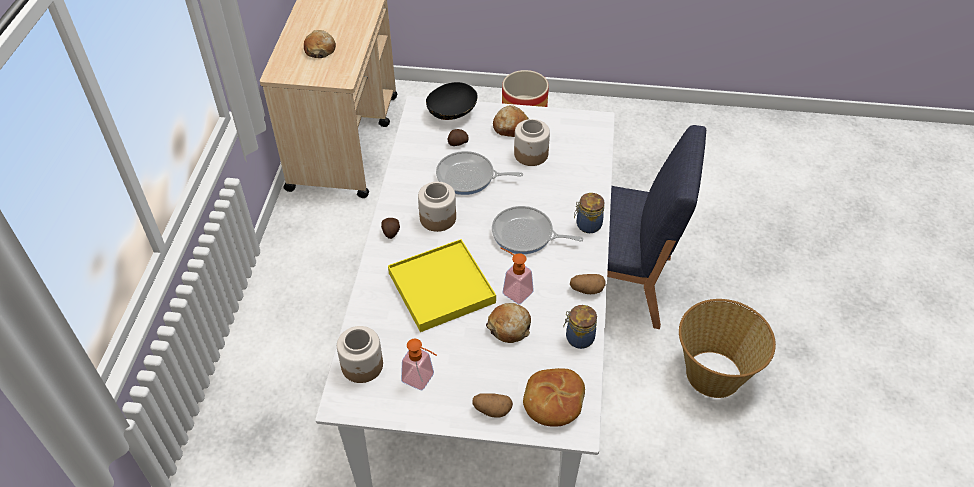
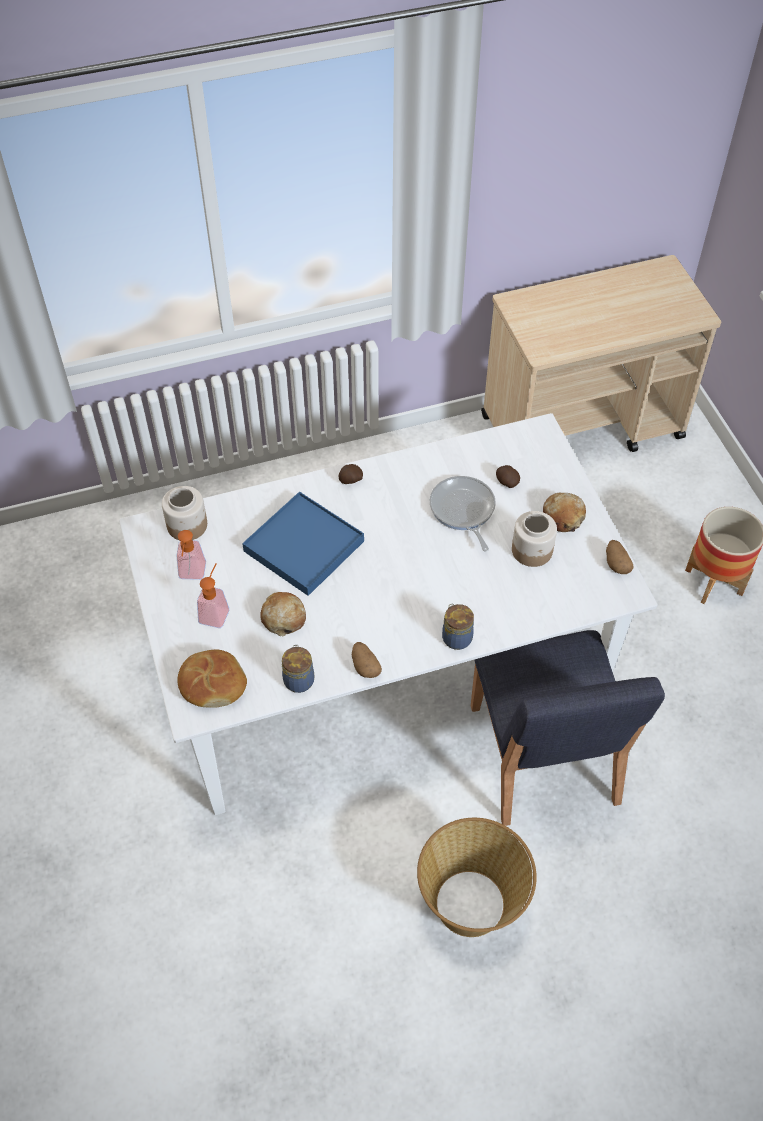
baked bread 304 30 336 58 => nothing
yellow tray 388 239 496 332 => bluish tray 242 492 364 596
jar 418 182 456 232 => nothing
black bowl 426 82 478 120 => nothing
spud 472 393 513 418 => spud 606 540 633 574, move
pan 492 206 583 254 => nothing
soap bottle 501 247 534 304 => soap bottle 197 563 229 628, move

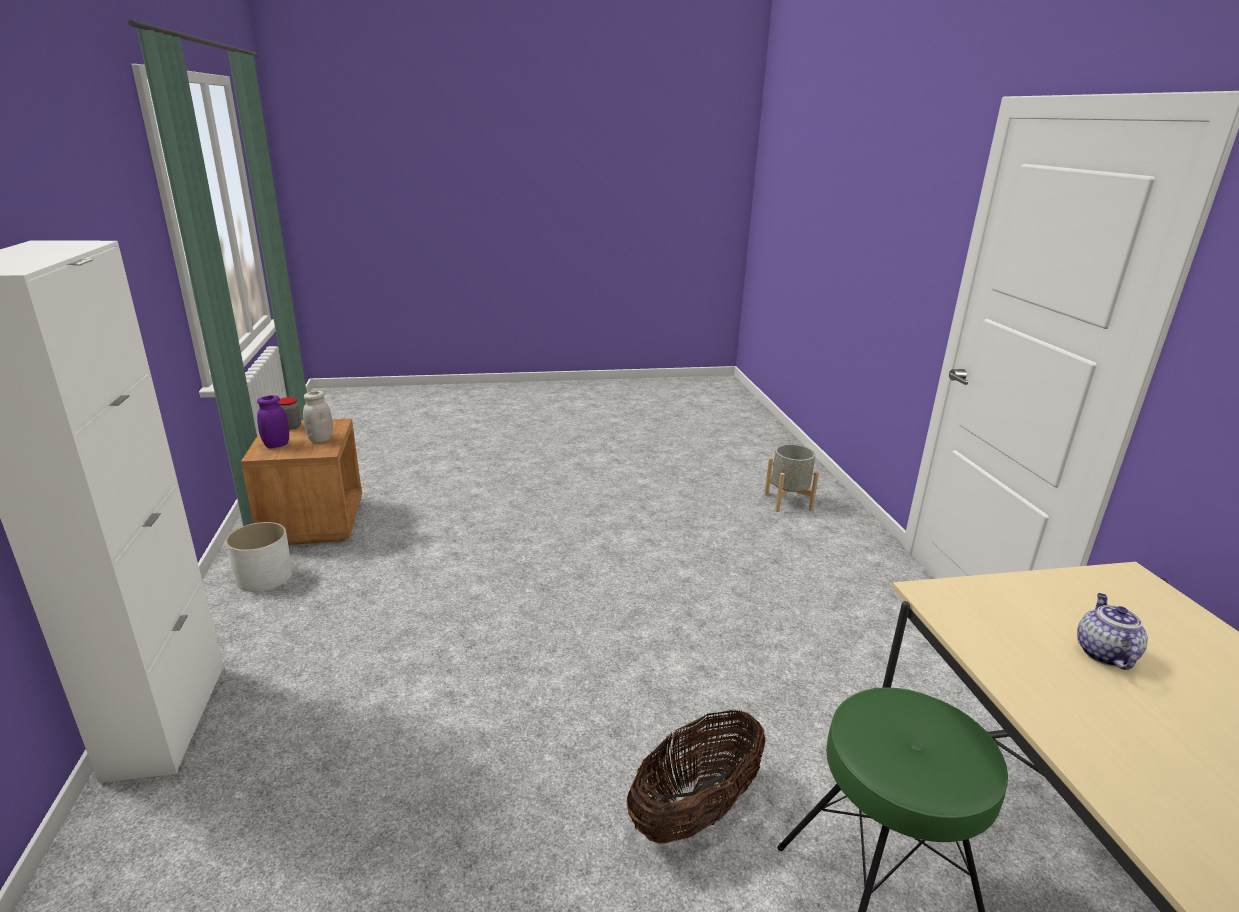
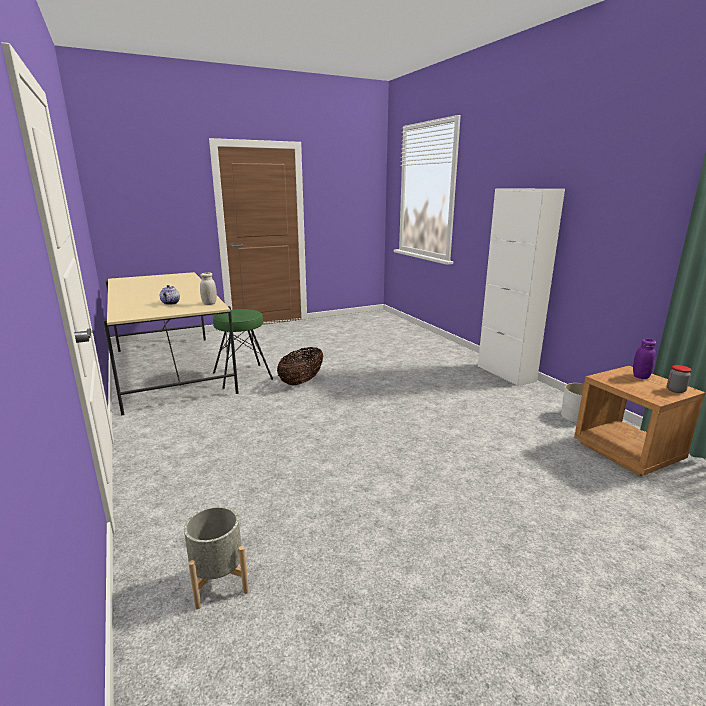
white jar 303 391 333 443 => white jar 200 272 217 305, move

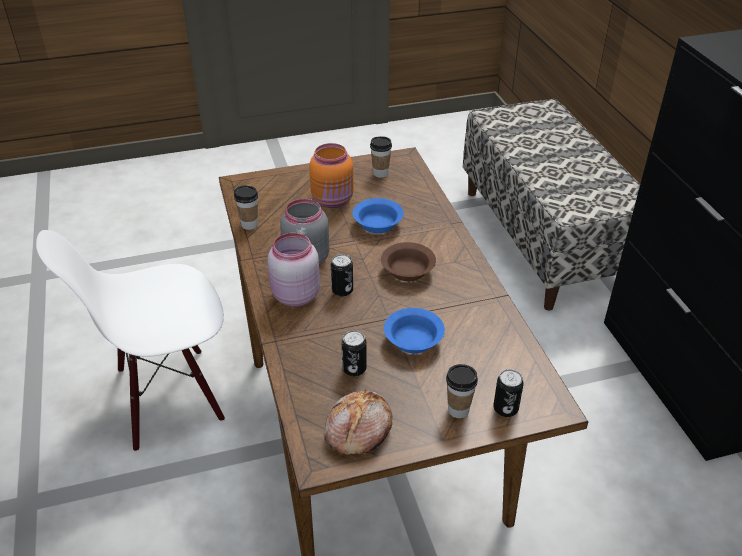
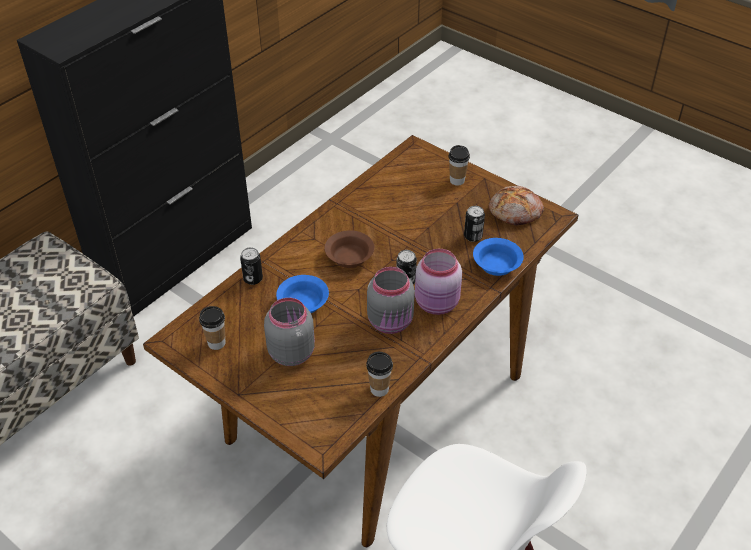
orange jar 309 143 353 208 => grey jar 264 298 315 366
bluish bowl 384 308 445 353 => bluish bowl 473 238 524 276, move
can 493 369 524 417 => can 240 248 263 285, move

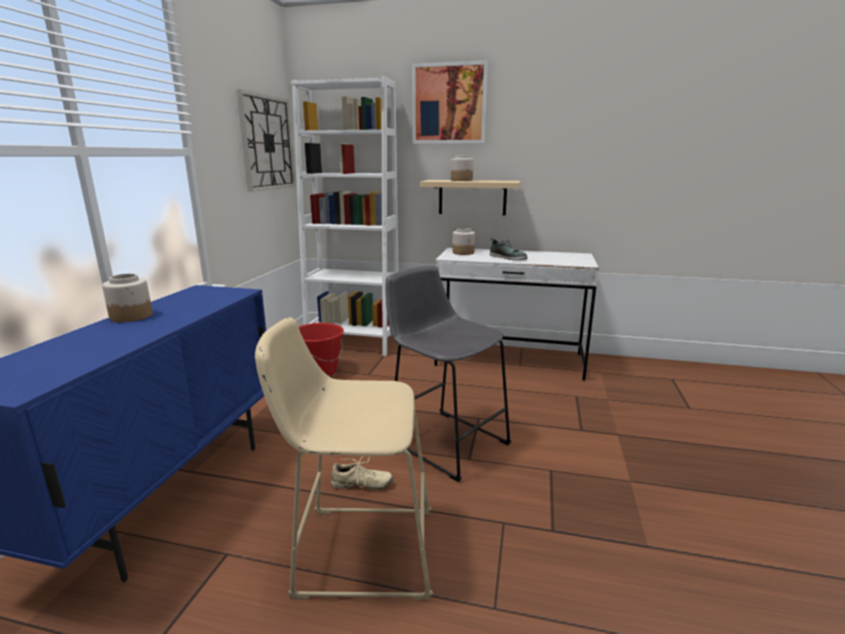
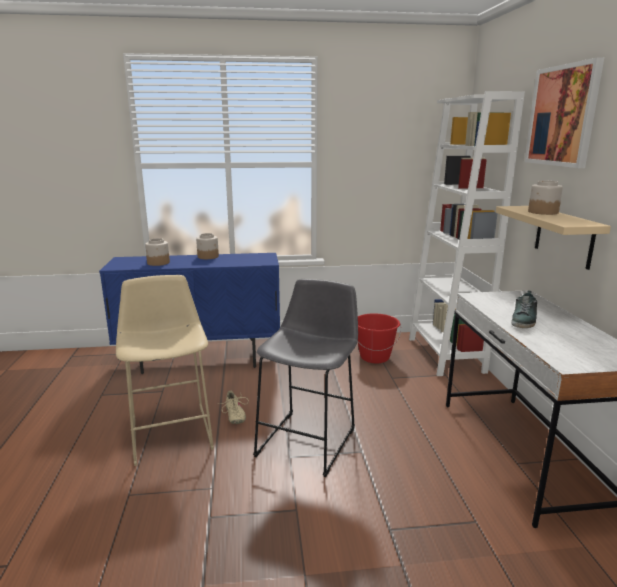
wall clock 236 89 296 192 => nothing
jar 452 228 475 255 => jar 145 238 170 266, move

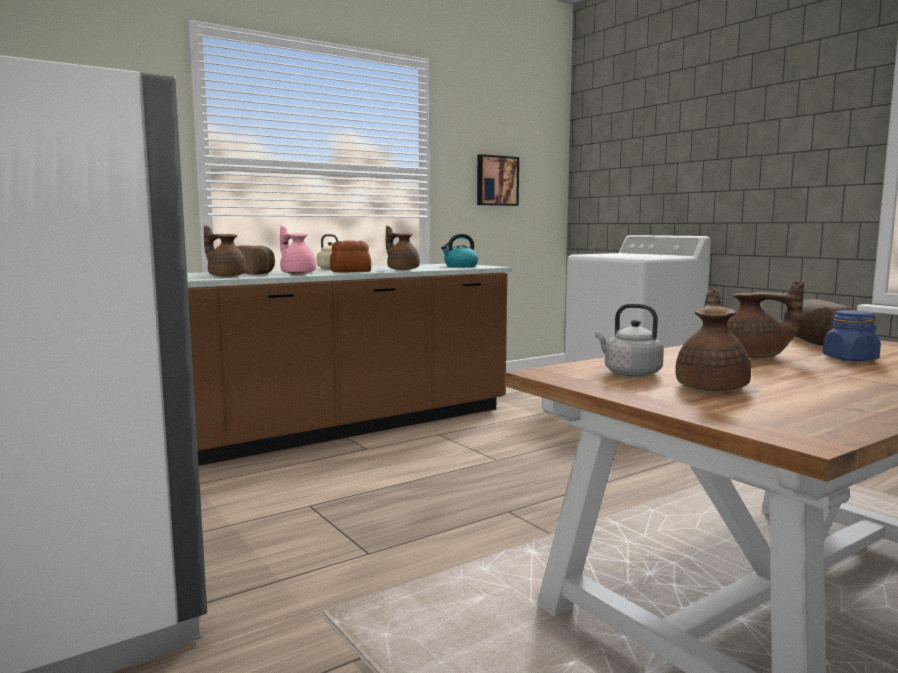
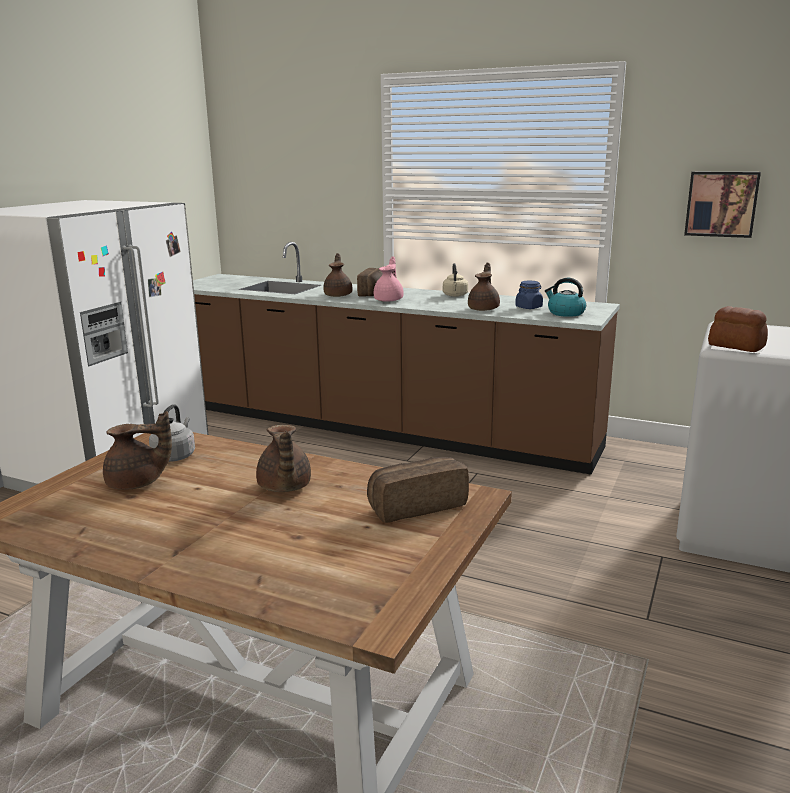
baked bread 330 241 371 272 => baked bread 708 306 768 352, move
bluish jar 823 310 881 361 => bluish jar 515 281 543 309, move

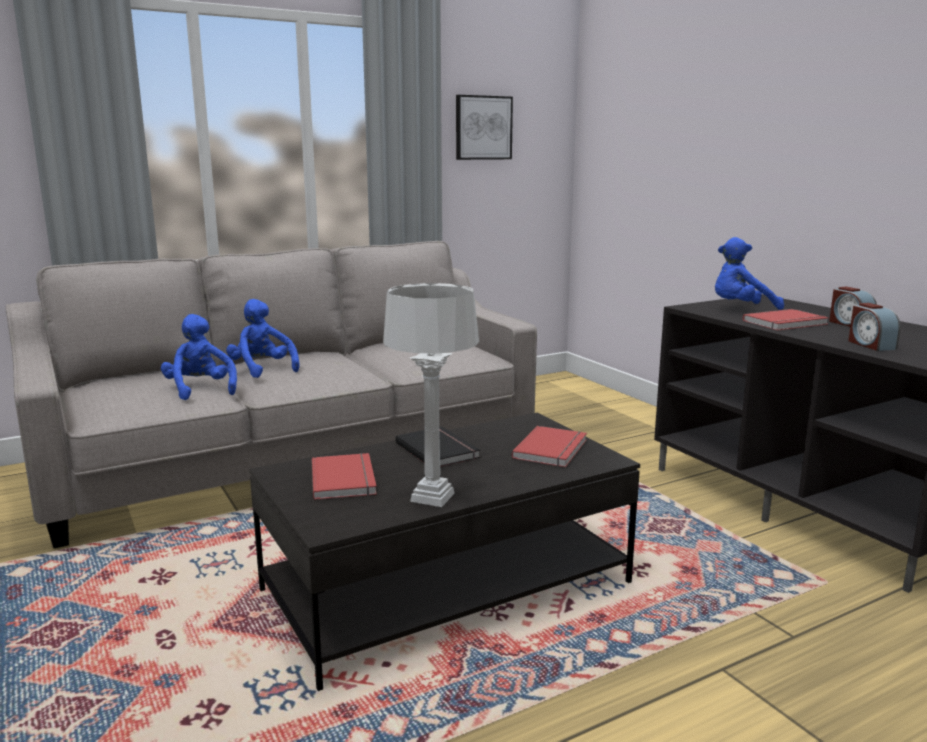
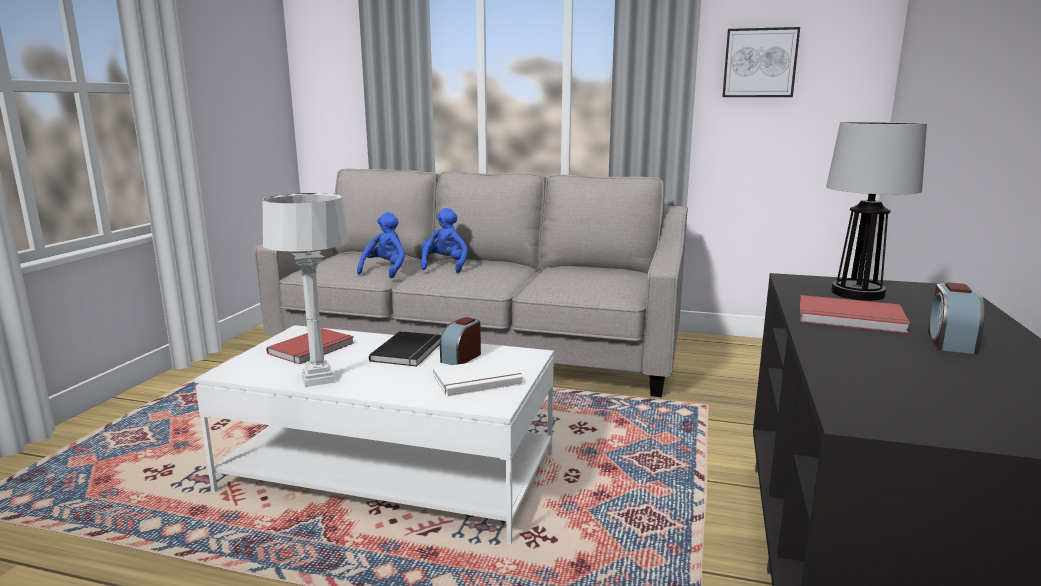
black lounge table 249 413 640 691 => white lounge table 194 325 554 544
red volume 512 426 587 467 => white volume 433 358 523 396
bluish soft toy 715 237 784 310 => lamp for a table 826 122 927 301
alarm clock 848 303 900 351 => alarm clock 440 317 481 365, move

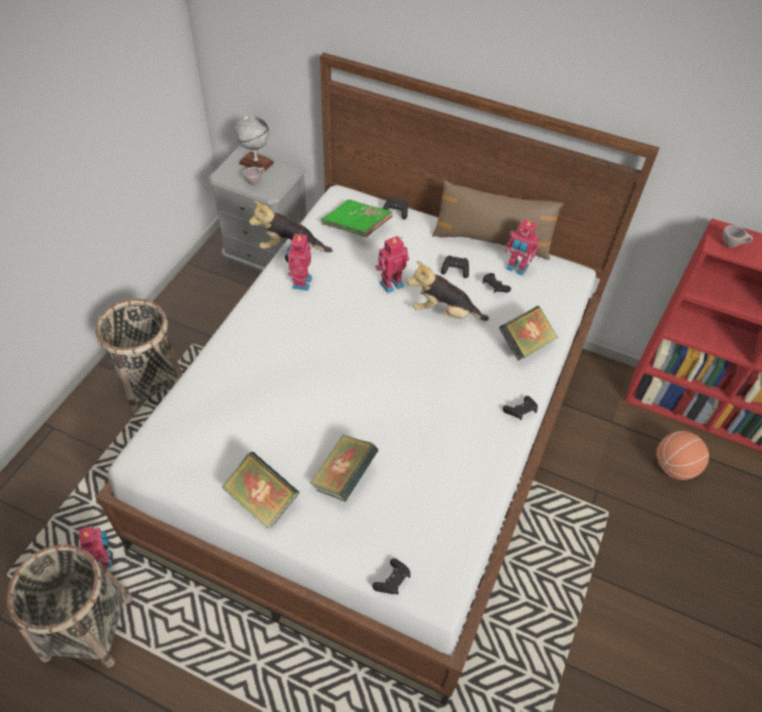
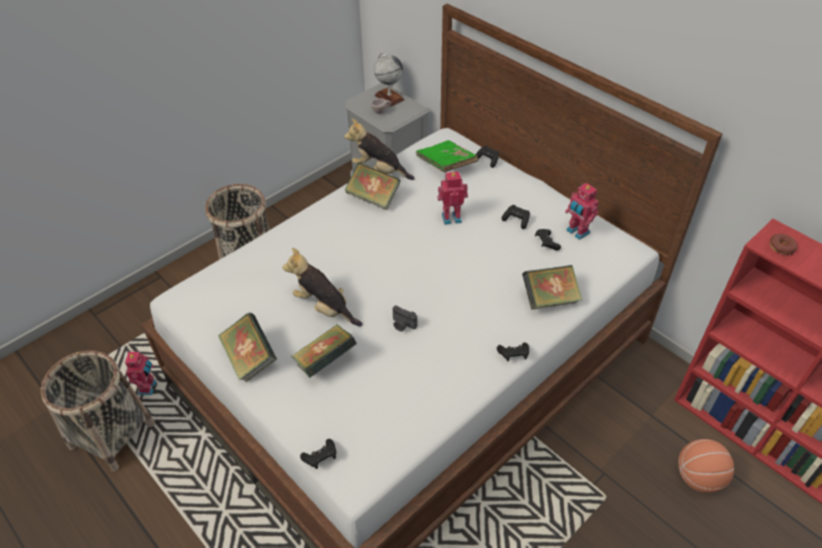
model robot 285 232 312 291 => volume 345 162 400 210
soft toy 407 261 489 321 => soft toy 282 248 363 326, move
brown-coloured throw pillow 432 180 563 260 => nothing
sand-coloured cup 723 225 753 248 => ring doughnut 770 234 797 255
nothing => still camera 393 306 417 332

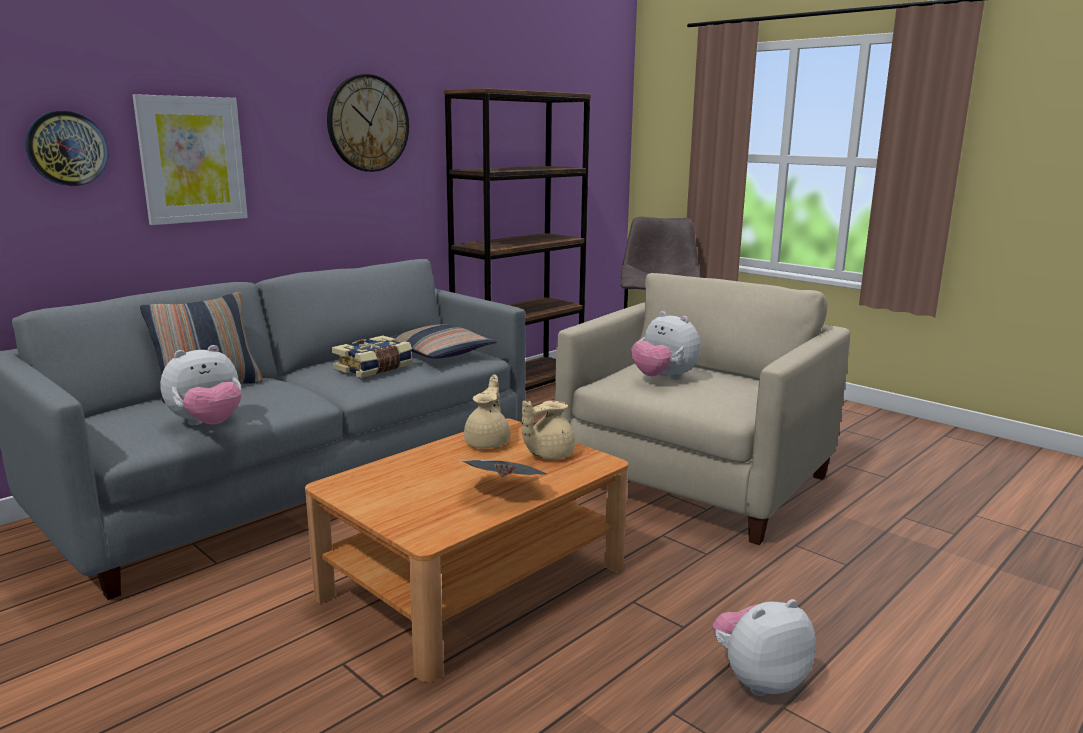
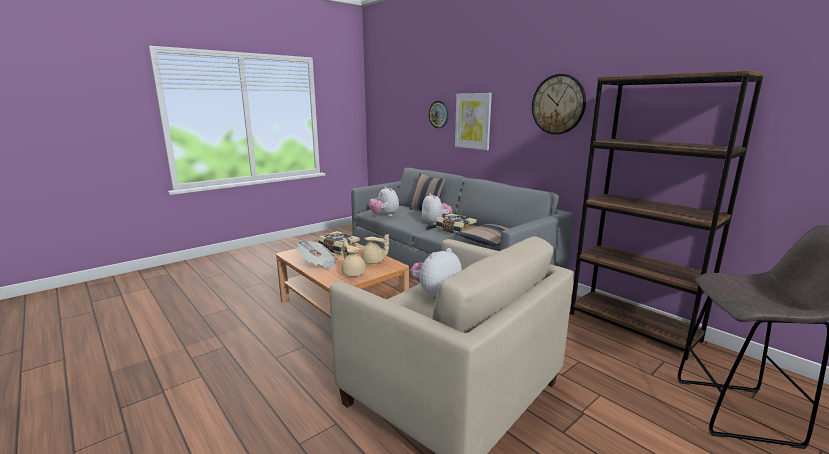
soft toy 713 599 816 696 => soft toy 422 193 452 225, move
nothing => volume 318 231 360 255

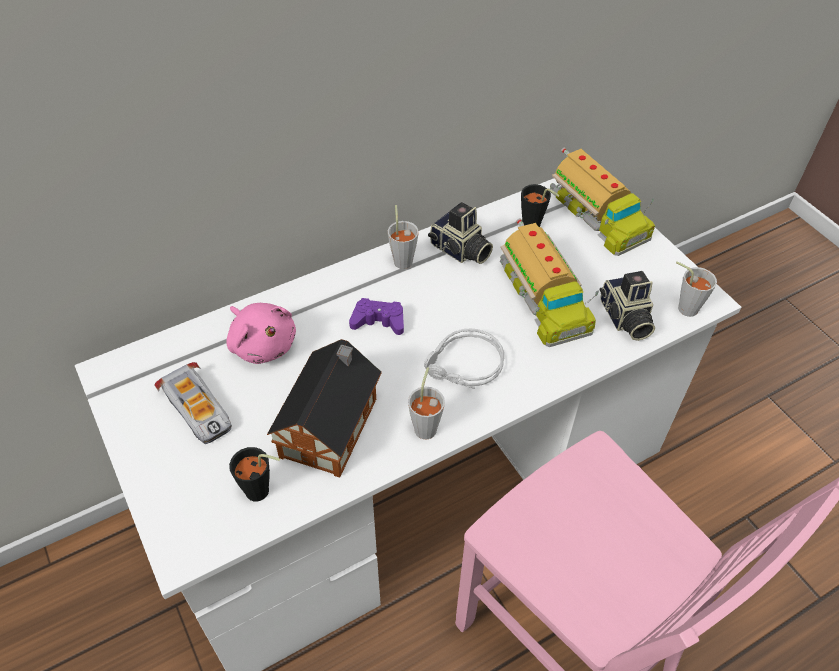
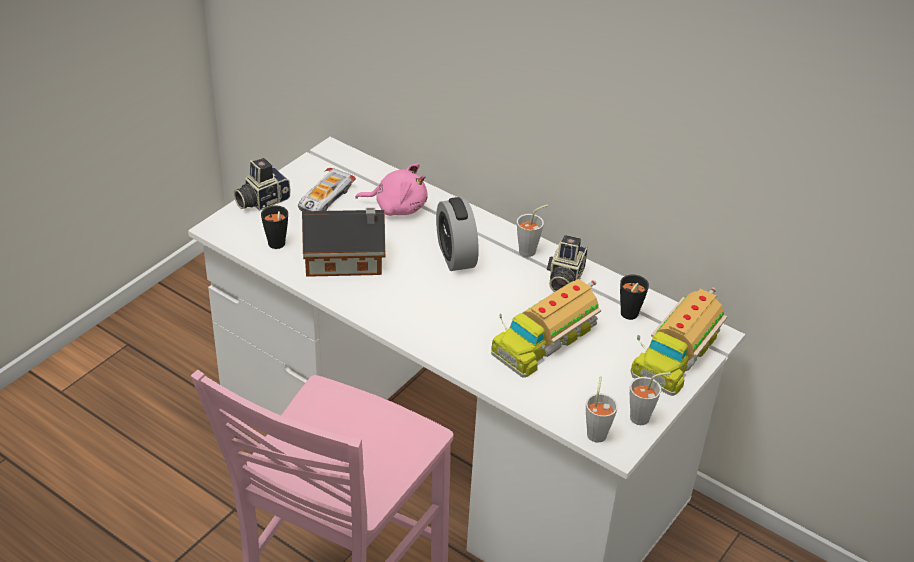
pinkish soft toy 226 303 296 364 => pinkish soft toy 355 163 428 216, 105 degrees counterclockwise
purple gamepad 349 298 404 335 => alarm clock 436 197 479 271
grey cup 408 368 445 440 => grey cup 630 372 671 425, move
grey pair of headphones 424 329 504 389 => nothing
still camera 600 271 655 341 => still camera 234 158 290 211, move

